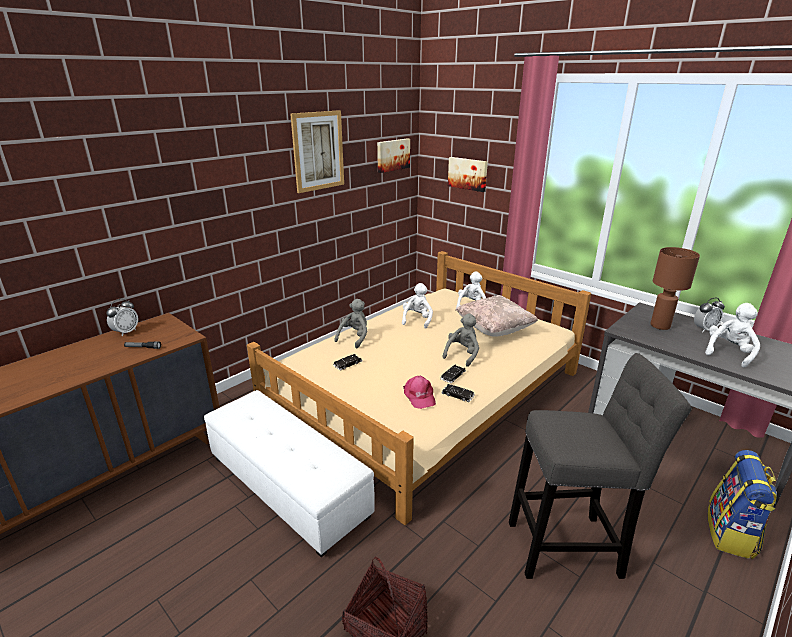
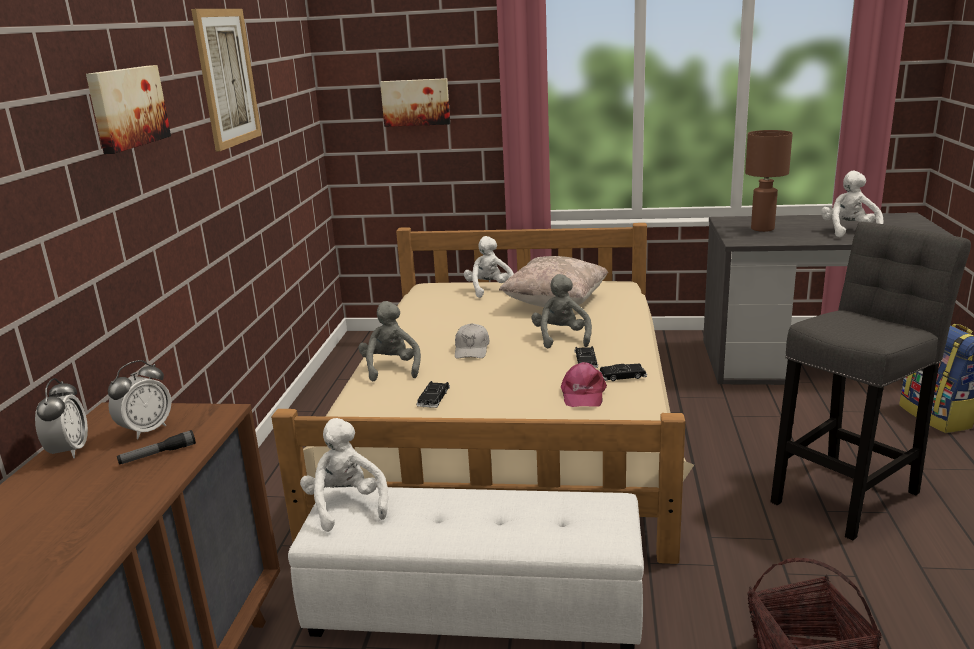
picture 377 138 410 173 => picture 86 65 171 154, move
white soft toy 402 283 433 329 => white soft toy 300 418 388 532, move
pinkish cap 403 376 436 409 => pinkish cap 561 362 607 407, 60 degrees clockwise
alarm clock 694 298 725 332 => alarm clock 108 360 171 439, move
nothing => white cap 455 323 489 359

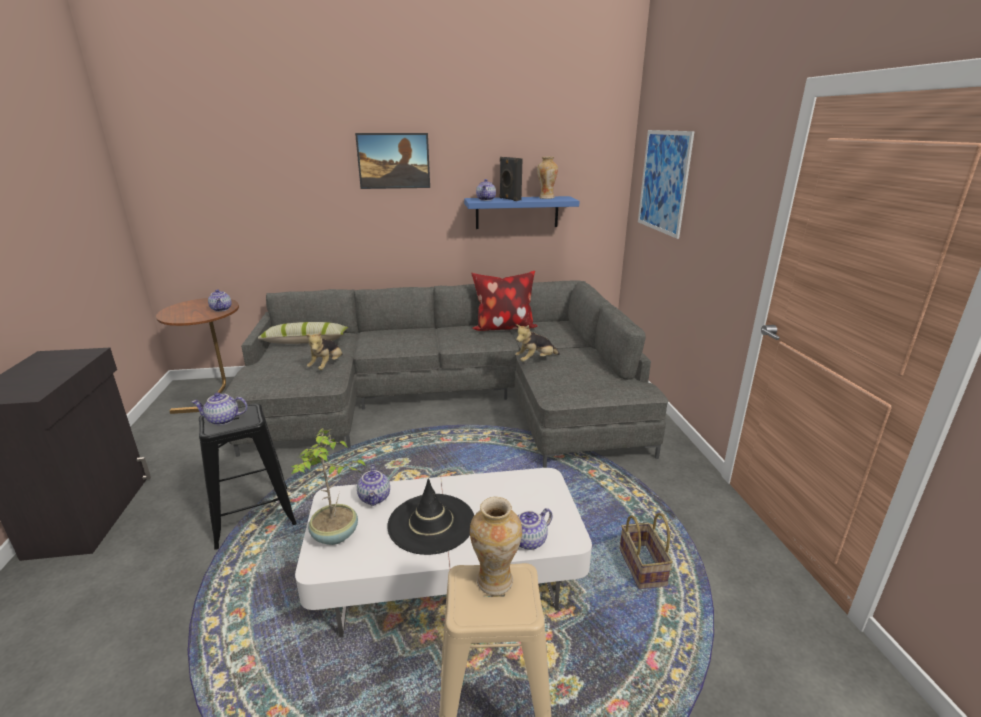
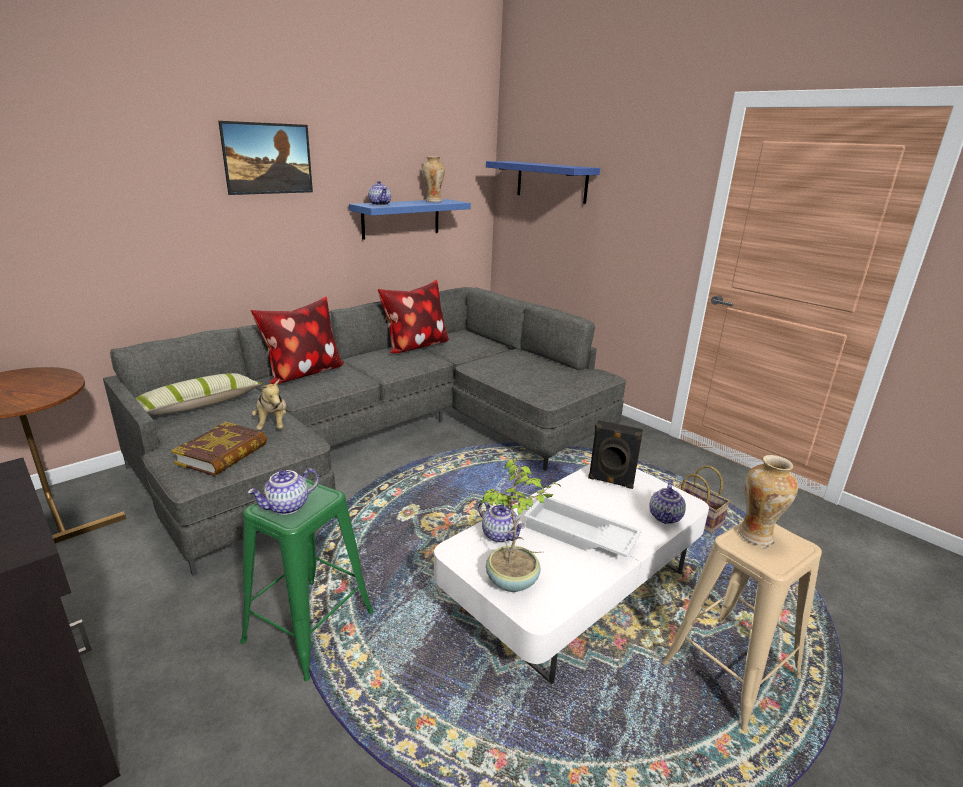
black stool 199 404 297 550 => green-coloured stool 240 478 374 681
pot for tea 208 289 232 312 => nothing
black wearable hat 387 478 474 555 => white tray 523 495 642 557
black loudspeaker 500 157 522 201 => black loudspeaker 588 420 643 489, move
soft toy 515 324 560 362 => nothing
picture 638 130 695 239 => bluish shelf 486 161 600 204
nothing => volume 171 422 267 476
nothing => throw pillow 251 297 344 384

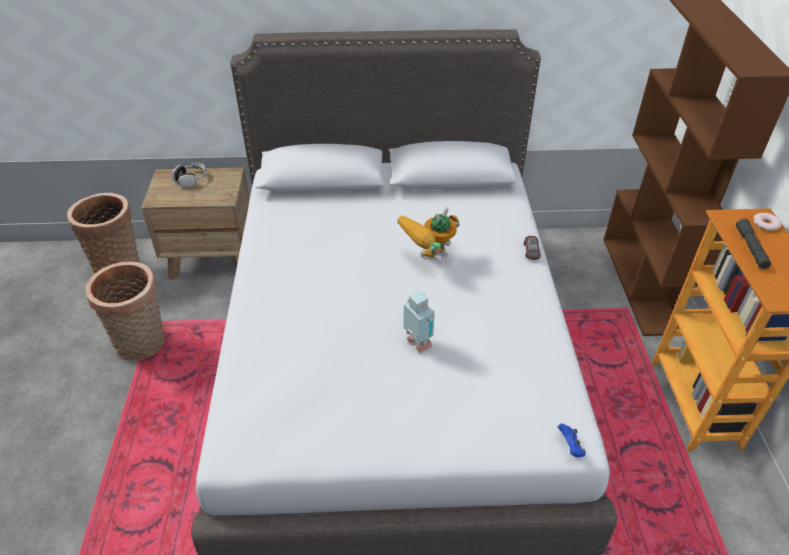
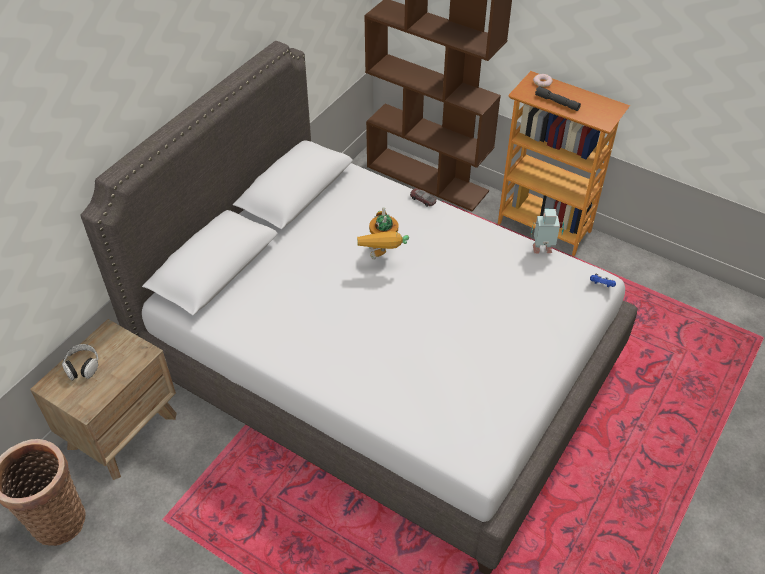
household basket 85 262 165 361 => nothing
model robot 403 291 435 353 => model robot 531 209 564 254, move

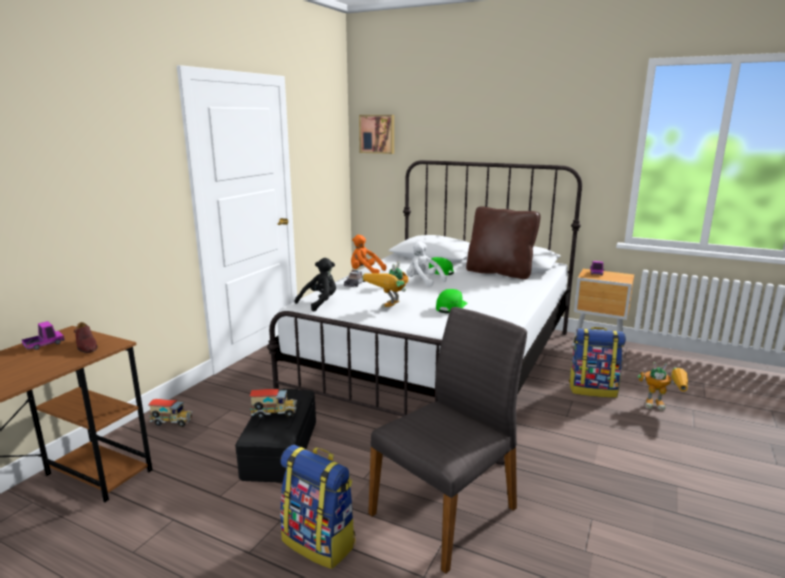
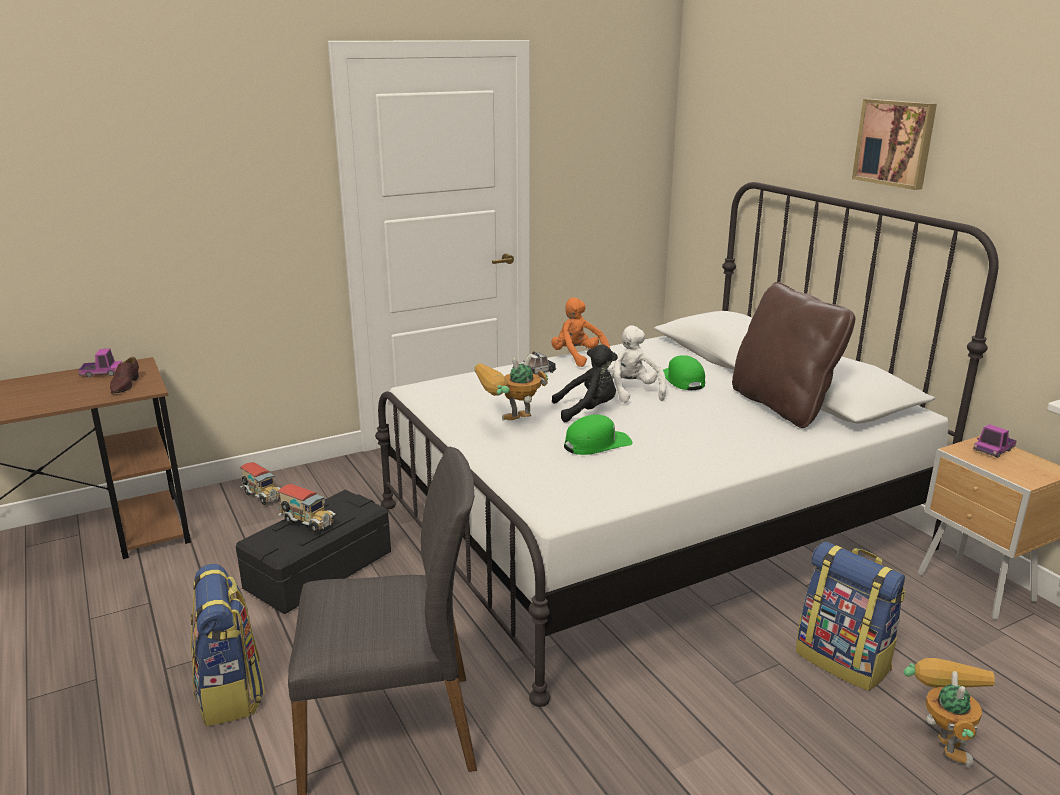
black soft toy 294 258 336 312 => black soft toy 552 344 618 422, move
picture 359 115 394 154 => picture 852 99 937 190, move
model robot 637 362 688 410 => model robot 904 658 995 768, 135 degrees counterclockwise

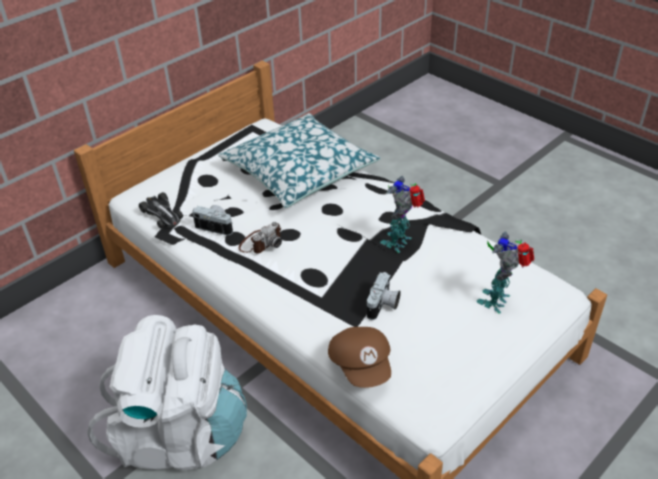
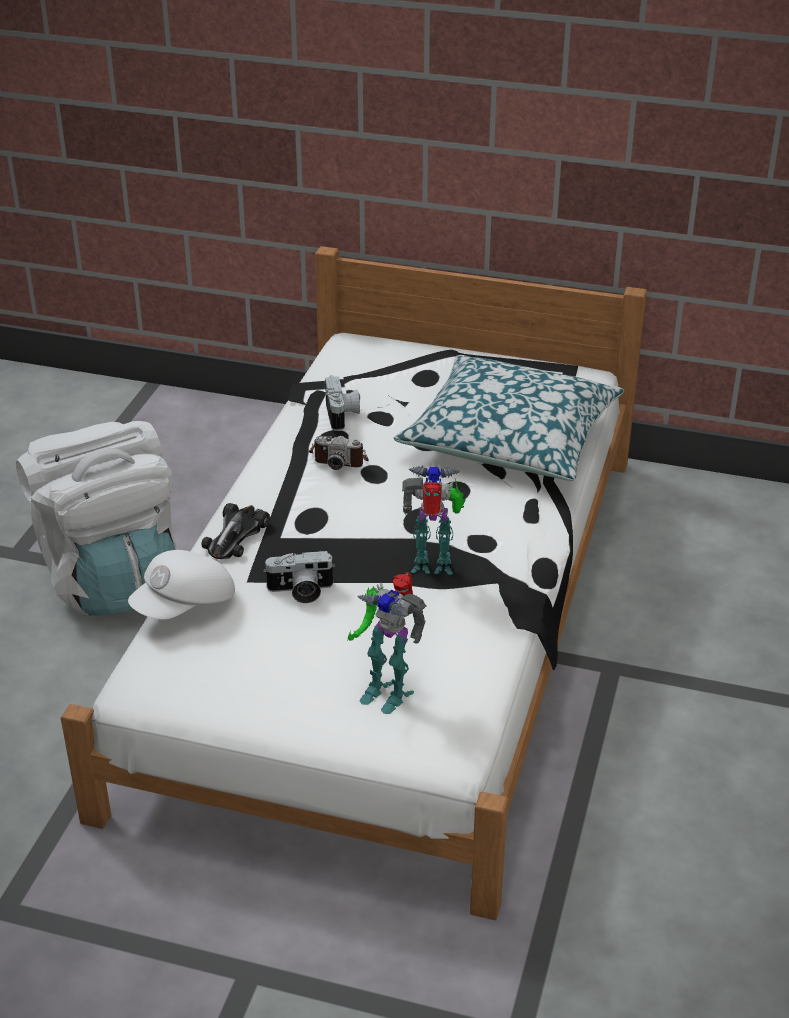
model car 139 192 183 228 => model car 201 503 270 559, move
brown-coloured cap 328 327 391 388 => white cap 128 550 235 620
model robot 477 231 534 313 => model robot 348 572 427 714, 150 degrees counterclockwise

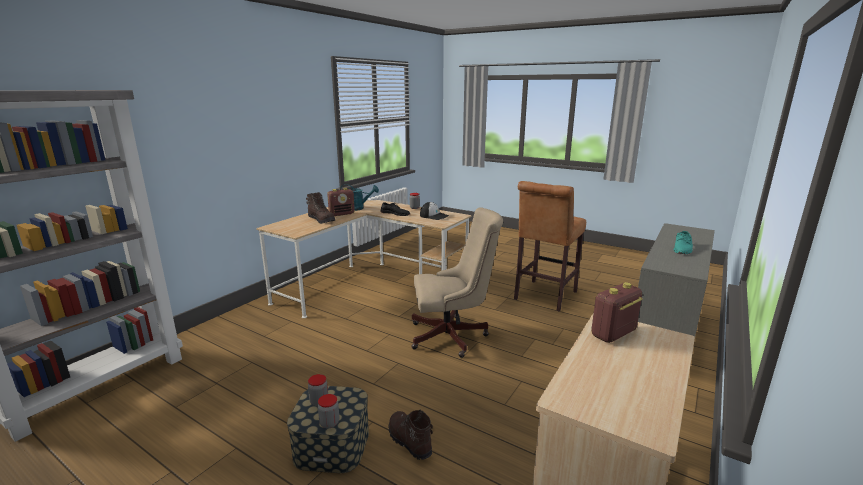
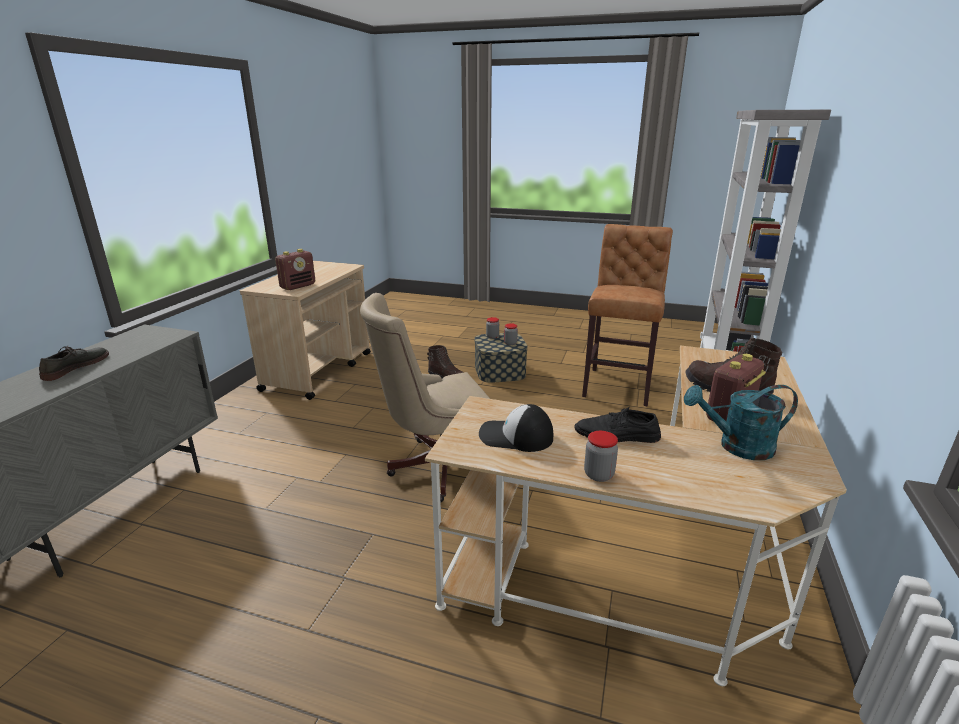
brown-coloured stool 514 181 586 312 => brown-coloured stool 582 224 673 406, move
blue-green shoe 673 231 693 254 => grey shoe 39 346 109 381

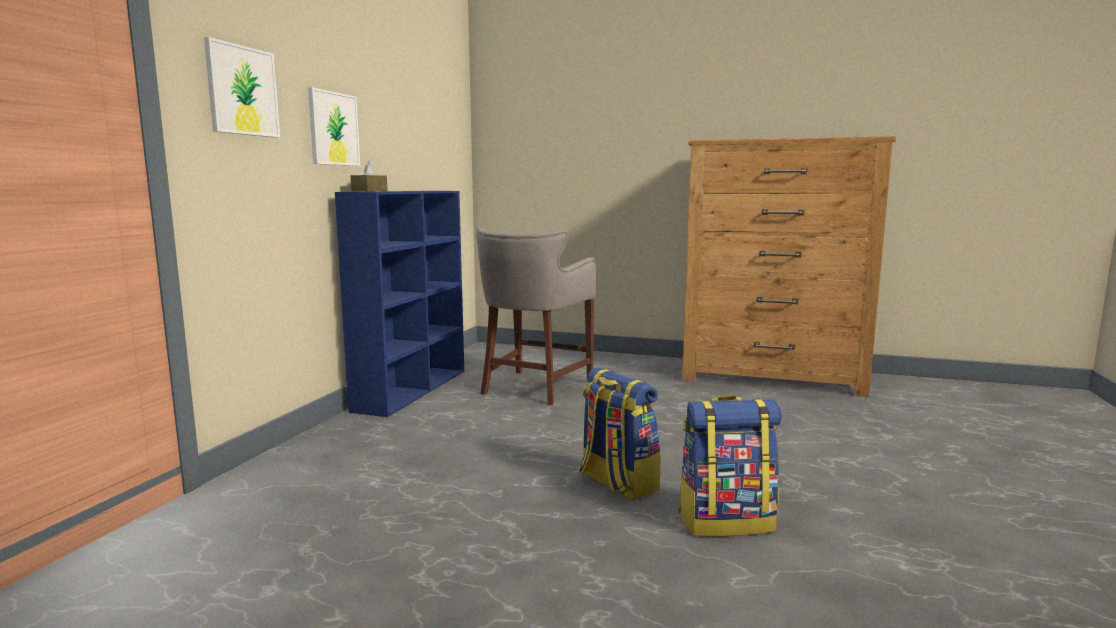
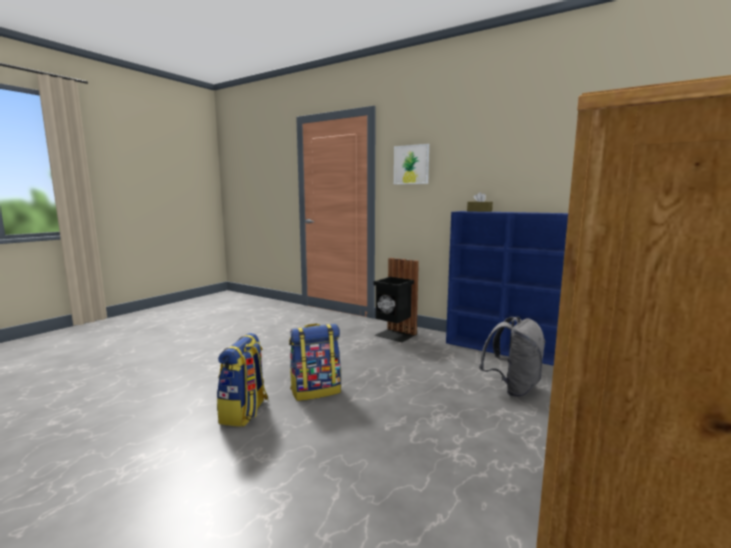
picture 308 87 360 166 => nothing
grey stool 476 227 596 405 => grey rucksack 479 317 545 397
nothing => black trash can 374 258 419 342

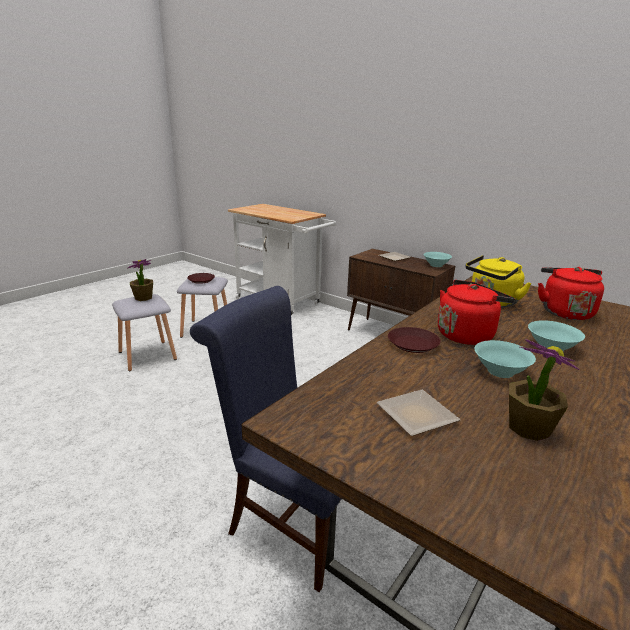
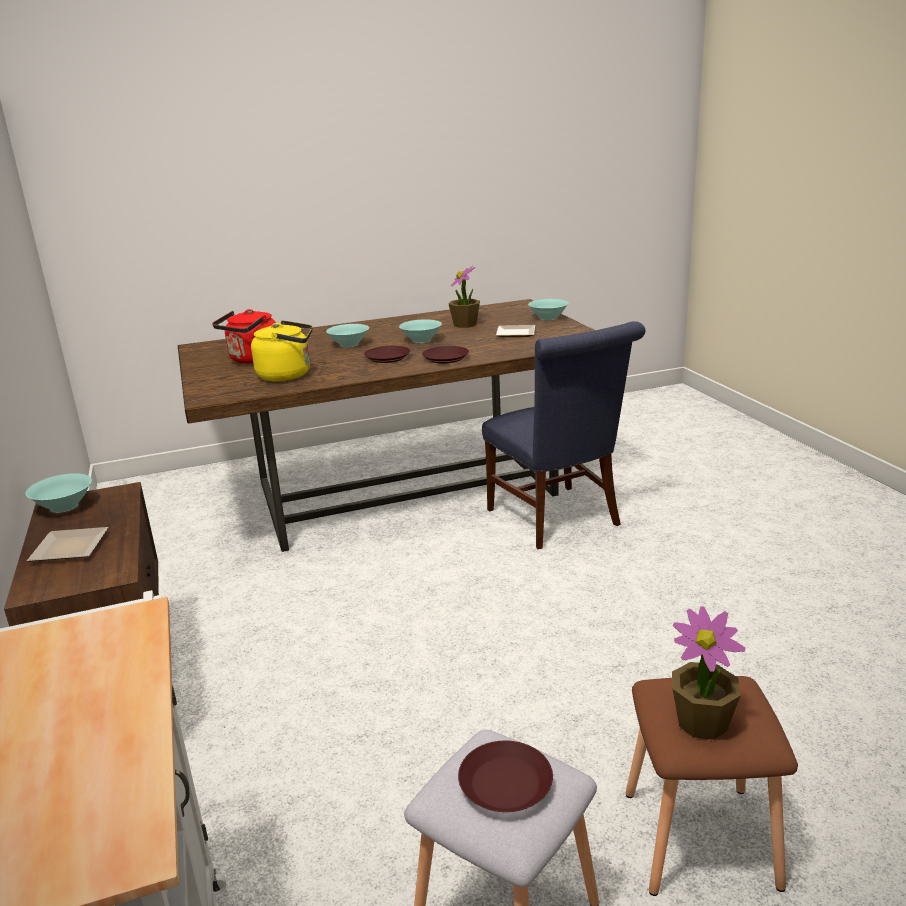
grey stool 112 294 177 371 => brown-coloured stool 626 676 798 896
red tea kettle 438 280 515 345 => brown-coloured dinner plate 364 346 410 363
nothing => blue-green bowl 528 299 569 320

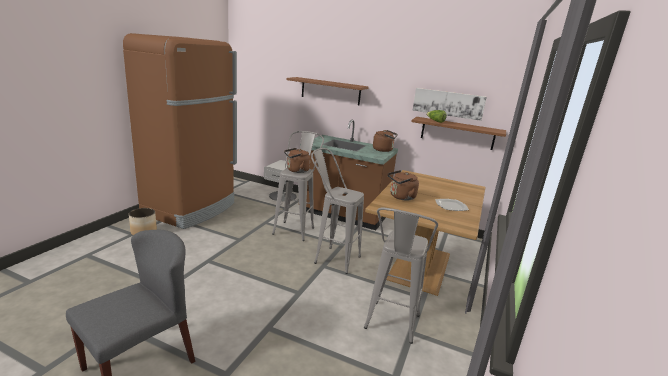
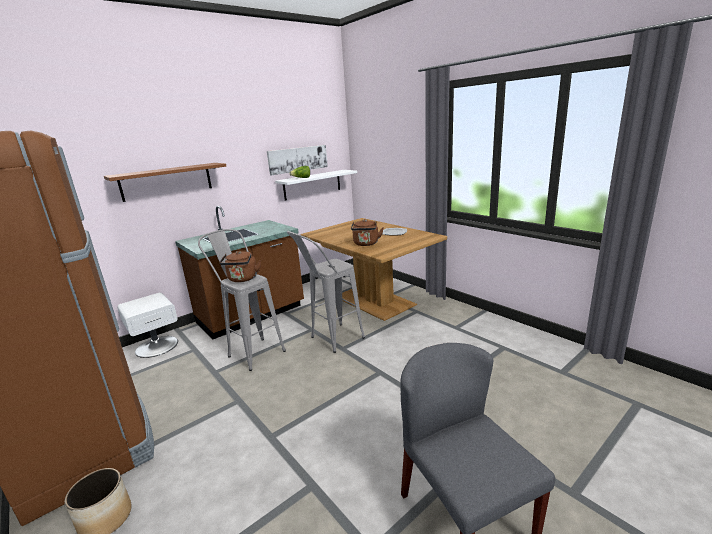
grey stool 364 207 438 344 => nothing
brown-coloured tea kettle 373 130 398 152 => nothing
brown-coloured shelf 411 117 506 150 => white shelf 275 170 357 201

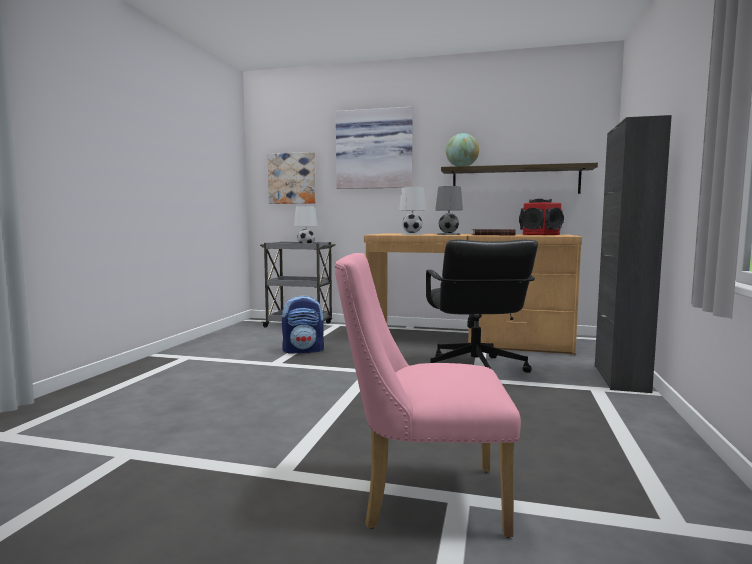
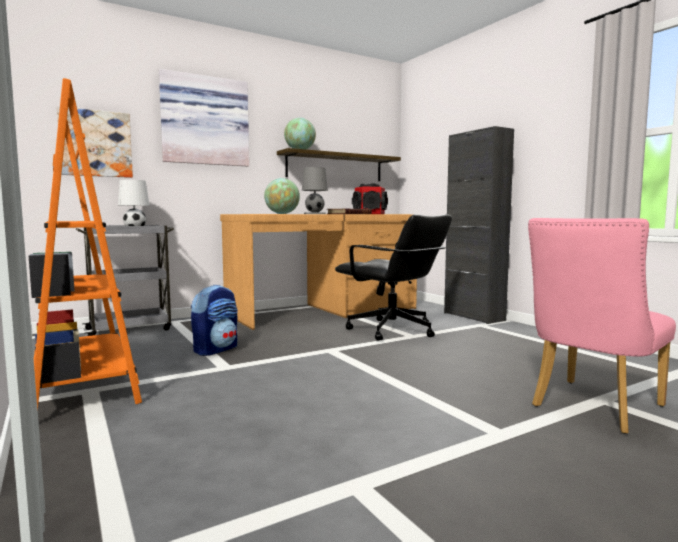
white lamp for a table 399 187 426 235 => desk globe 264 178 300 214
nothing => orange shelving unit 29 78 142 409

